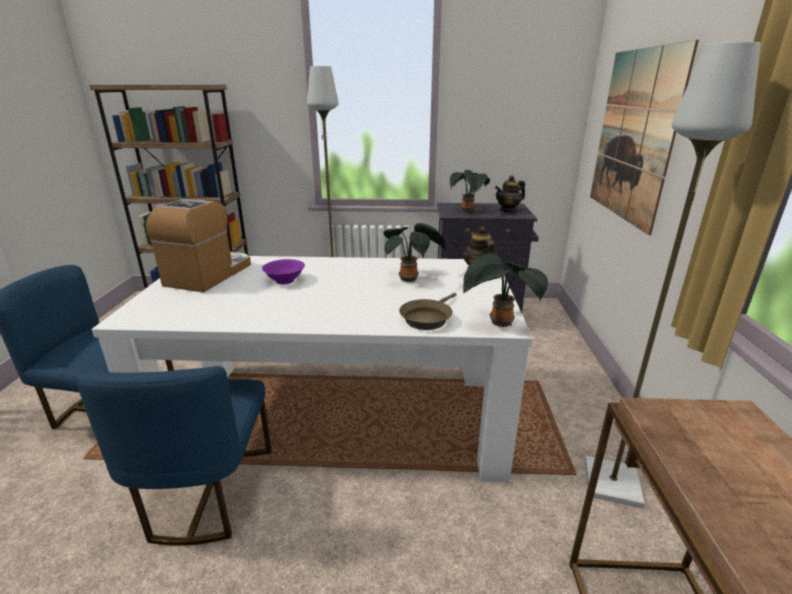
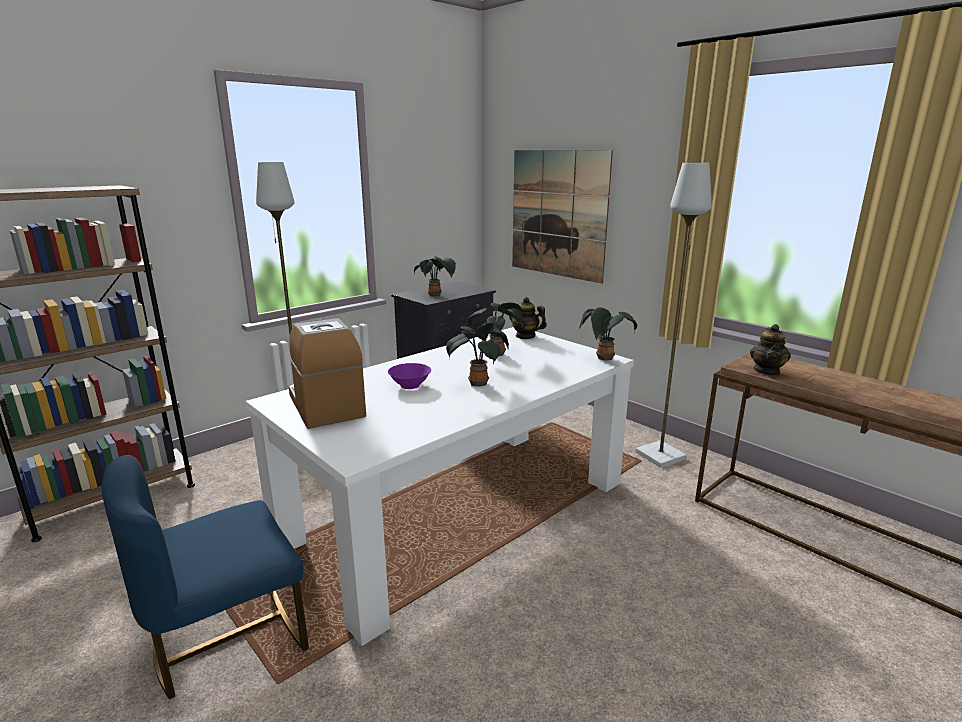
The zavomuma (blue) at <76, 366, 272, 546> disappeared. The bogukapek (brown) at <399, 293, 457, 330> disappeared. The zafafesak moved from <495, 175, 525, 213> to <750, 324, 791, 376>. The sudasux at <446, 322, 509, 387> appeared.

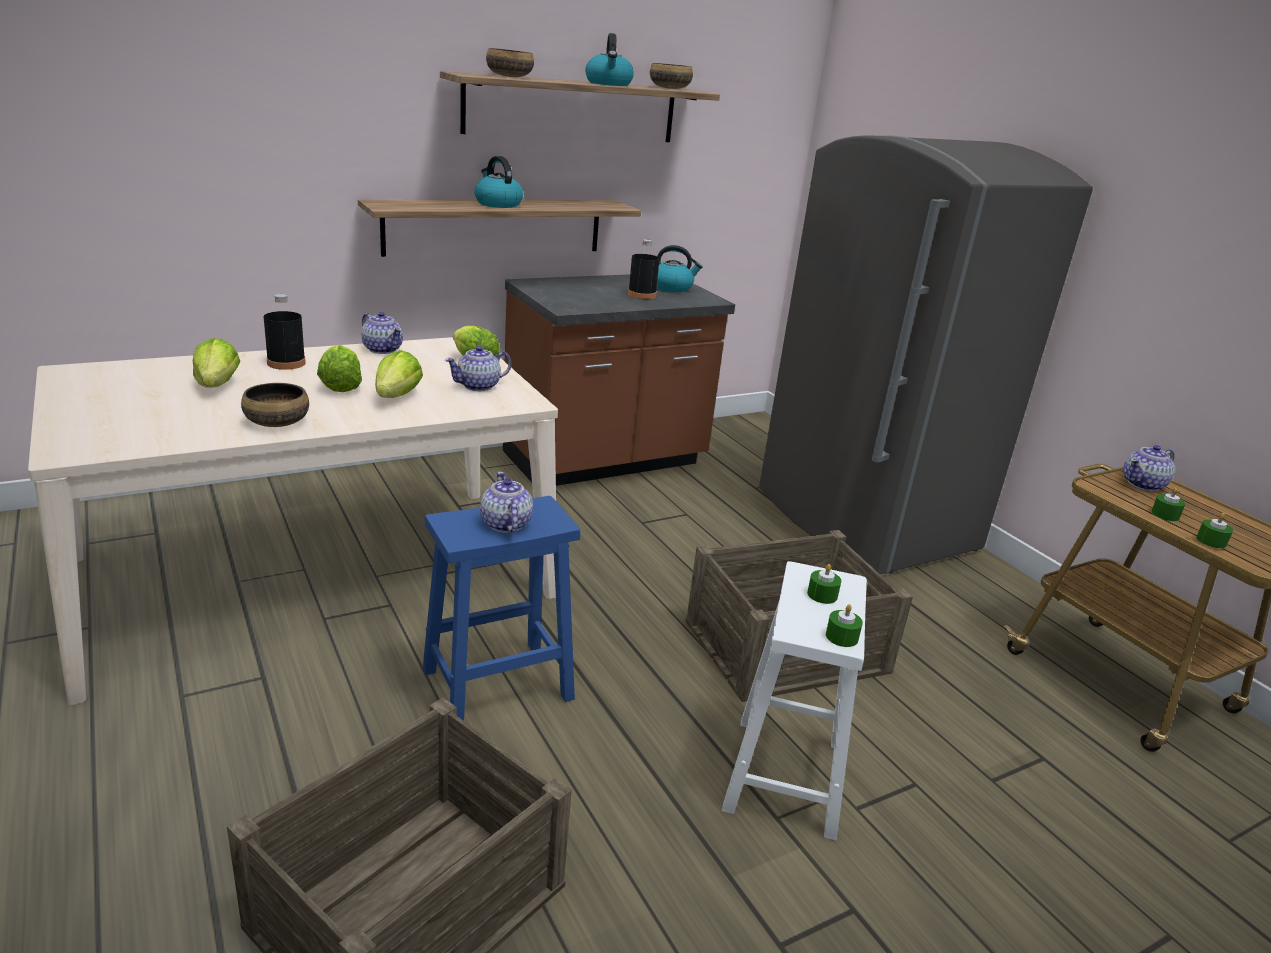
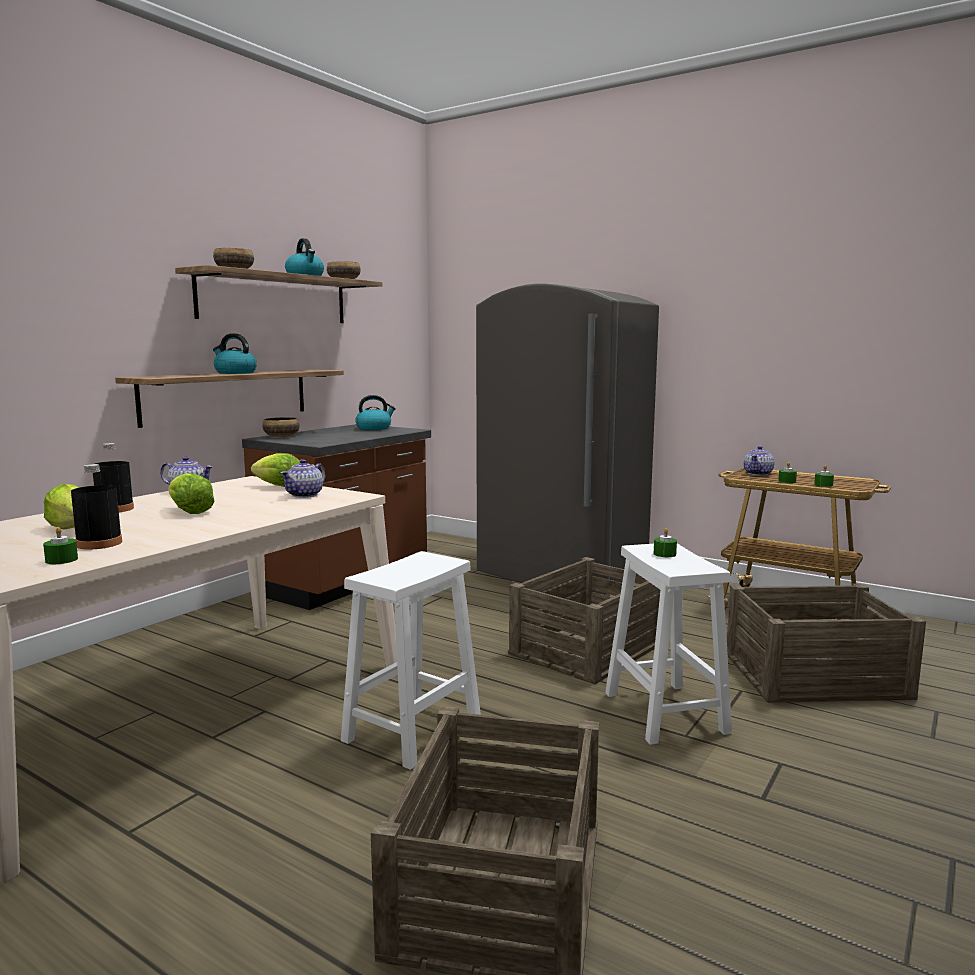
The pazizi moved from <241, 383, 309, 427> to <262, 417, 300, 437>. The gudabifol at <375, 350, 423, 398> disappeared. The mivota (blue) at <423, 496, 580, 721> became the mivota (white) at <341, 551, 481, 770>. The zafafesak at <480, 472, 533, 533> disappeared. The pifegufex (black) moved from <628, 239, 660, 299> to <71, 464, 122, 549>. The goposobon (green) moved from <826, 604, 863, 647> to <43, 527, 78, 564>. The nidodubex at <727, 584, 926, 703> appeared.

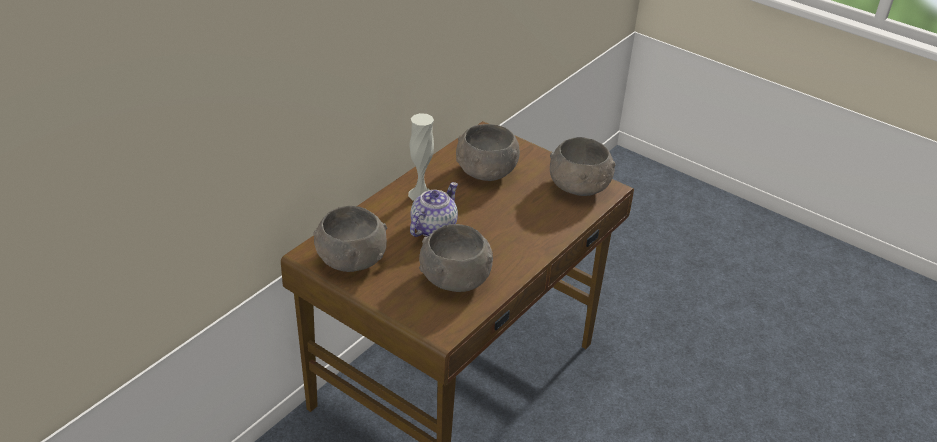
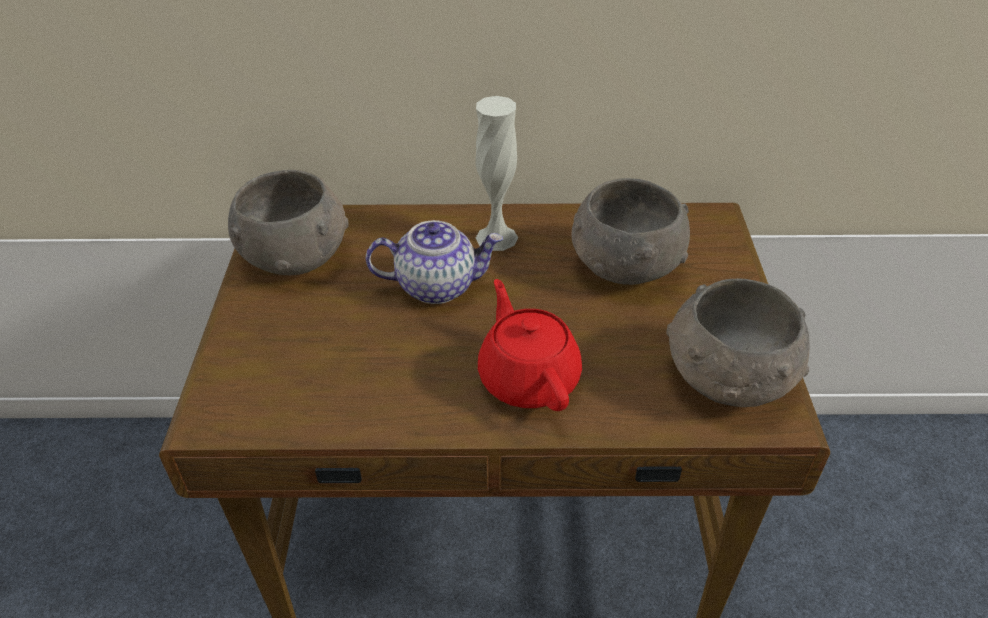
The pazizi (grey) at <419, 224, 493, 292> disappeared. The zafafesak (red) at <478, 279, 582, 411> appeared.

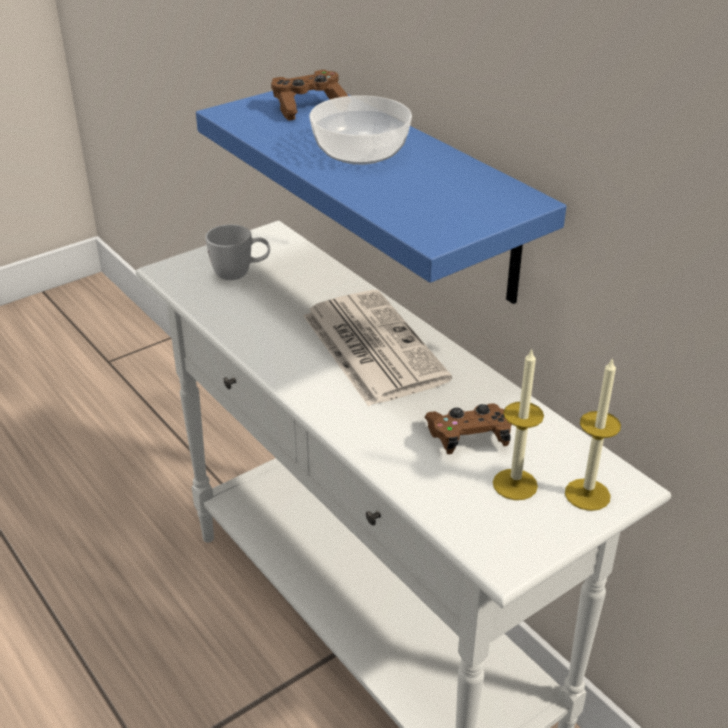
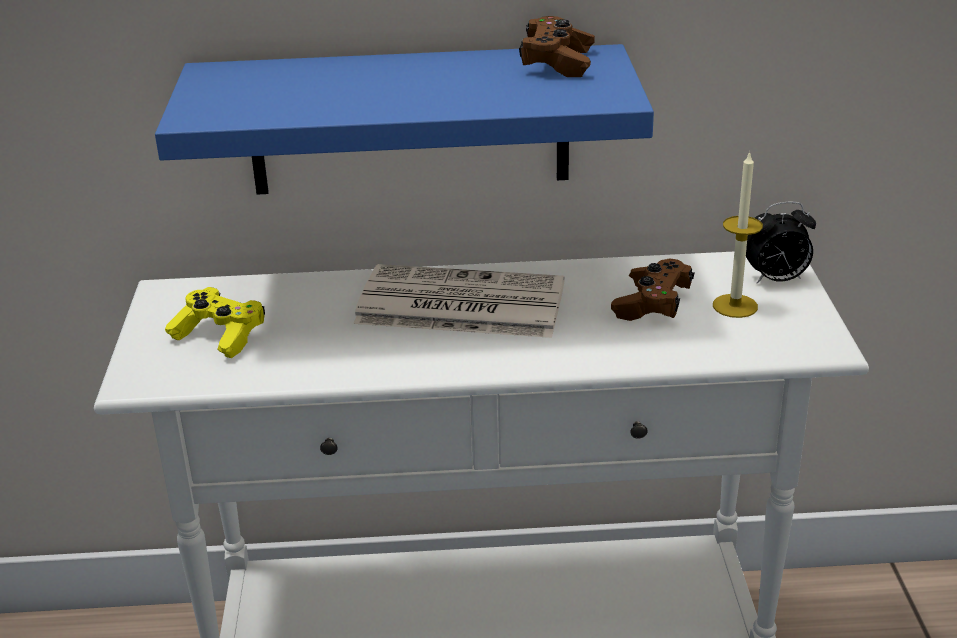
The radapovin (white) at <205, 224, 270, 280> was replaced by the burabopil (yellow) at <165, 287, 265, 358>. The burabopil (brown) moved from <271, 70, 348, 121> to <519, 16, 595, 77>. The pazizi at <309, 95, 412, 165> disappeared. The goposobon at <565, 357, 621, 511> was replaced by the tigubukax at <746, 201, 816, 284>.

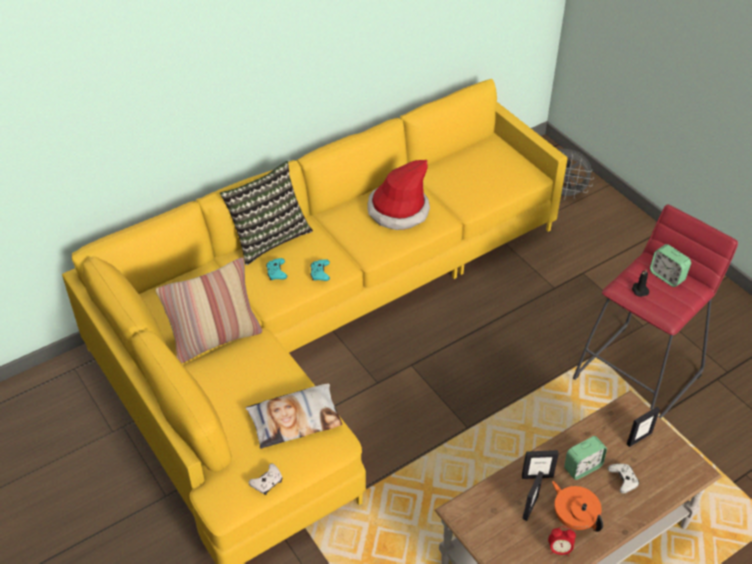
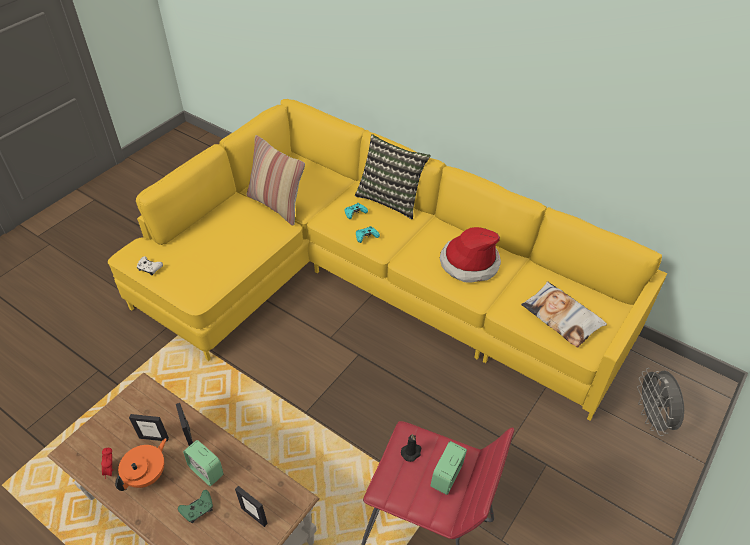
The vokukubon moved from <245, 384, 342, 449> to <521, 281, 607, 348>. The burabopil (white) at <608, 464, 639, 494> became the burabopil (green) at <178, 490, 213, 523>.

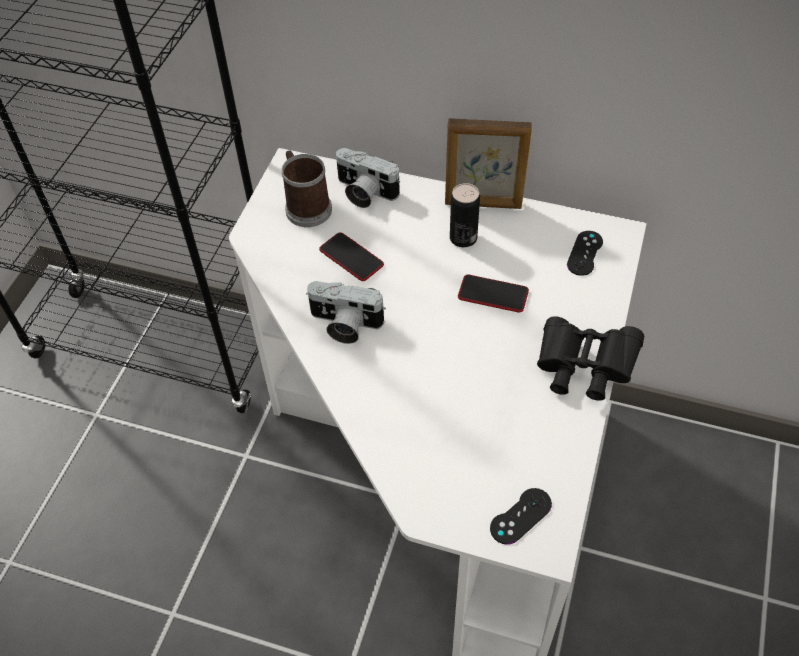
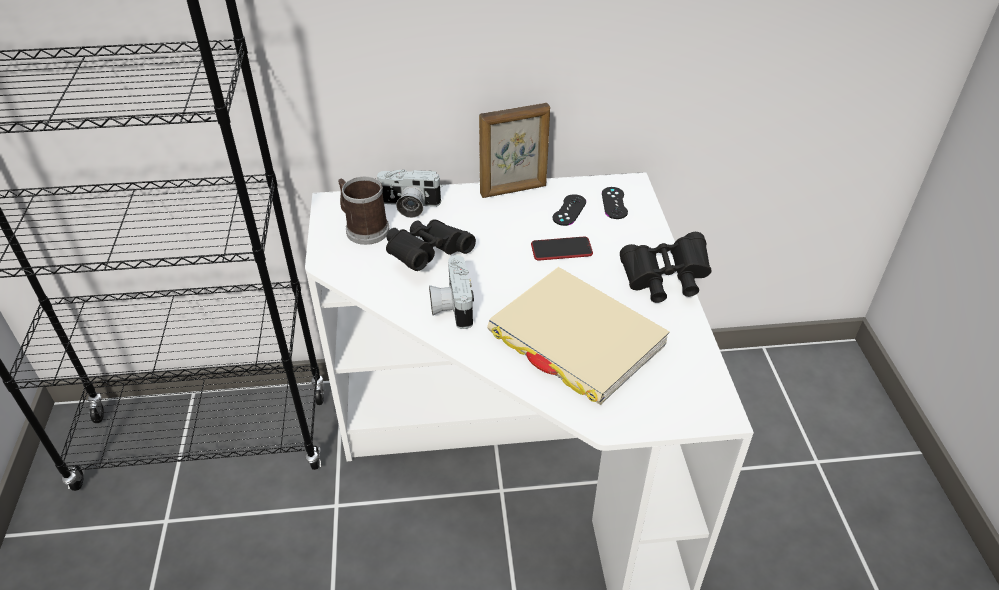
The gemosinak at <306, 281, 386, 344> turned 90 degrees clockwise. The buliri at <319, 232, 384, 281> was replaced by the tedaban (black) at <386, 219, 476, 271>. The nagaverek at <450, 183, 480, 247> disappeared. The burabopil (black) moved from <490, 488, 552, 545> to <553, 194, 586, 226>. The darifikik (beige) at <487, 267, 670, 405> appeared.

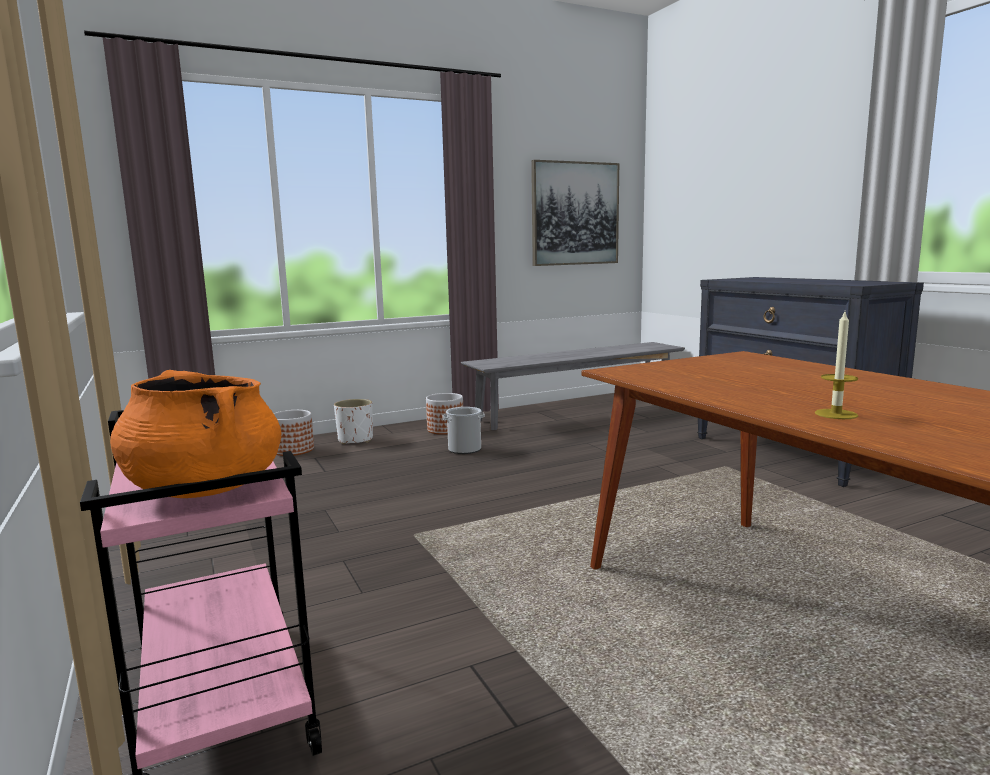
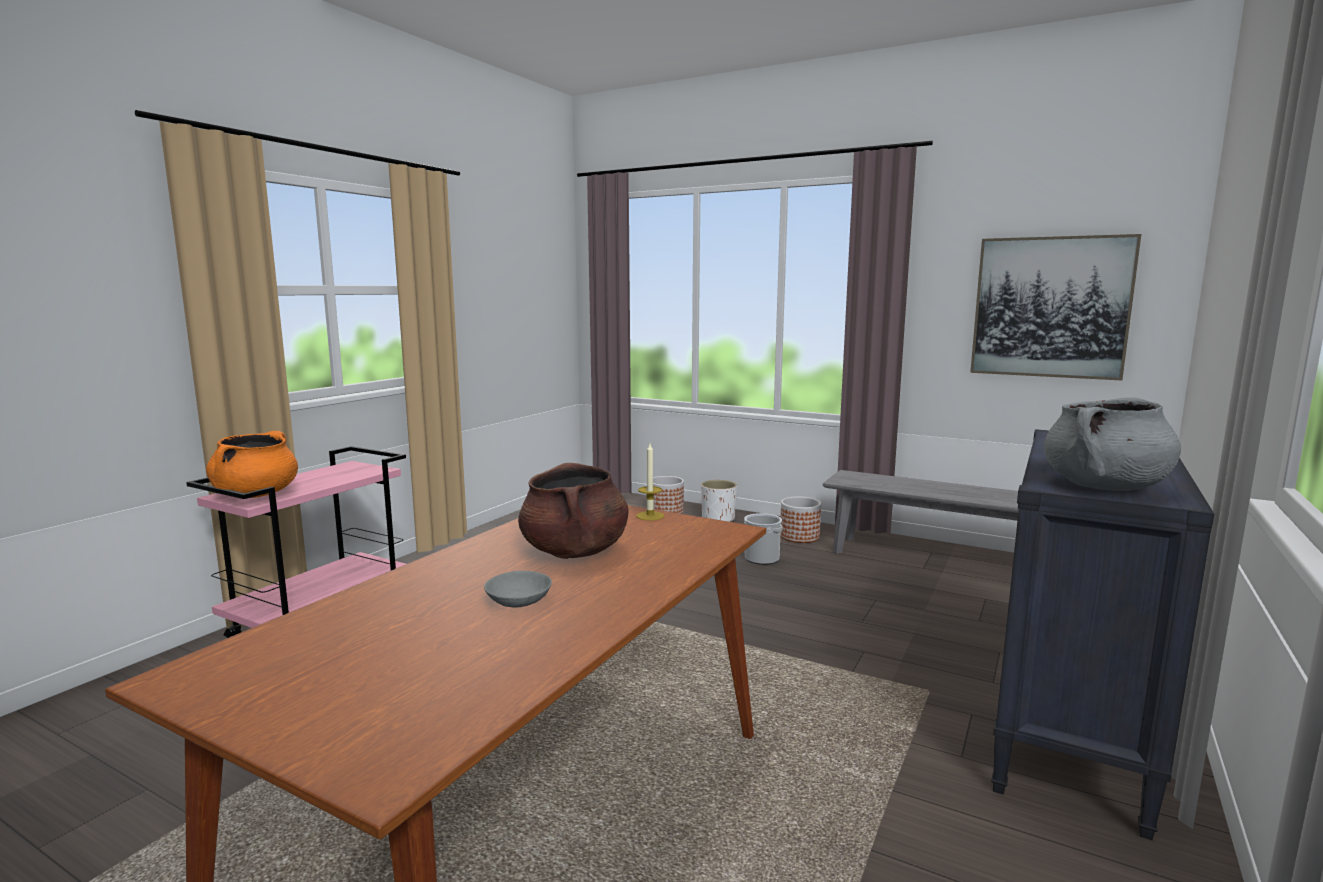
The goposobon moved from <815, 312, 858, 419> to <636, 444, 664, 521>. The pazizi (grey) at <484, 571, 552, 607> appeared. The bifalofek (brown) at <518, 463, 628, 559> appeared. The bifalofek (grey) at <1044, 397, 1181, 491> appeared.

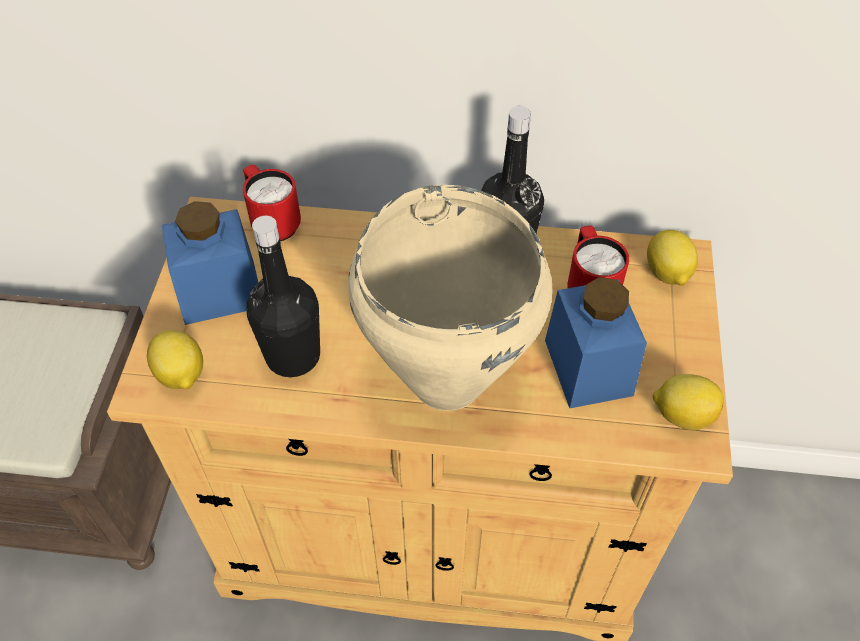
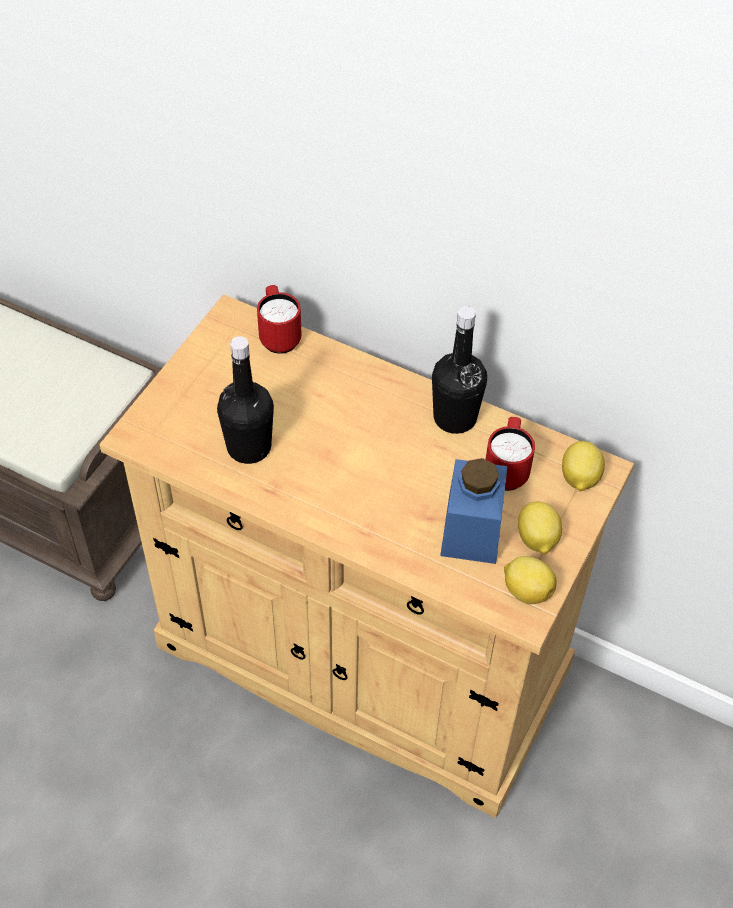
The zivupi moved from <147, 330, 203, 389> to <518, 502, 562, 554>. The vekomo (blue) at <162, 201, 258, 325> disappeared. The bifalofek (beige) at <348, 185, 552, 411> disappeared.

